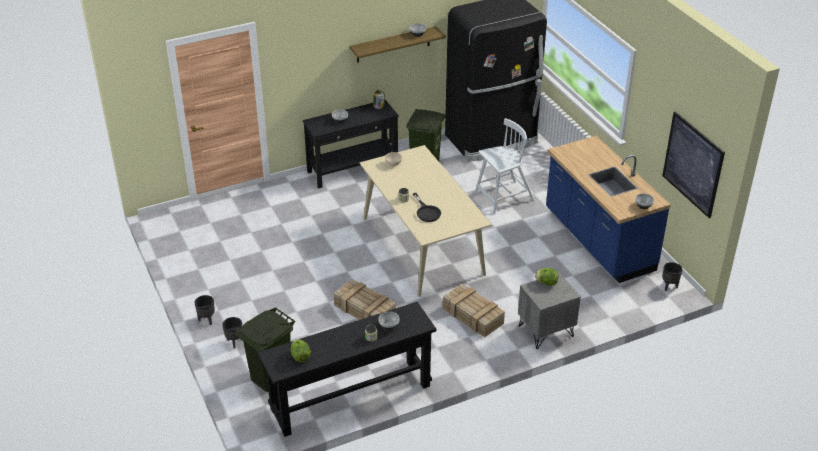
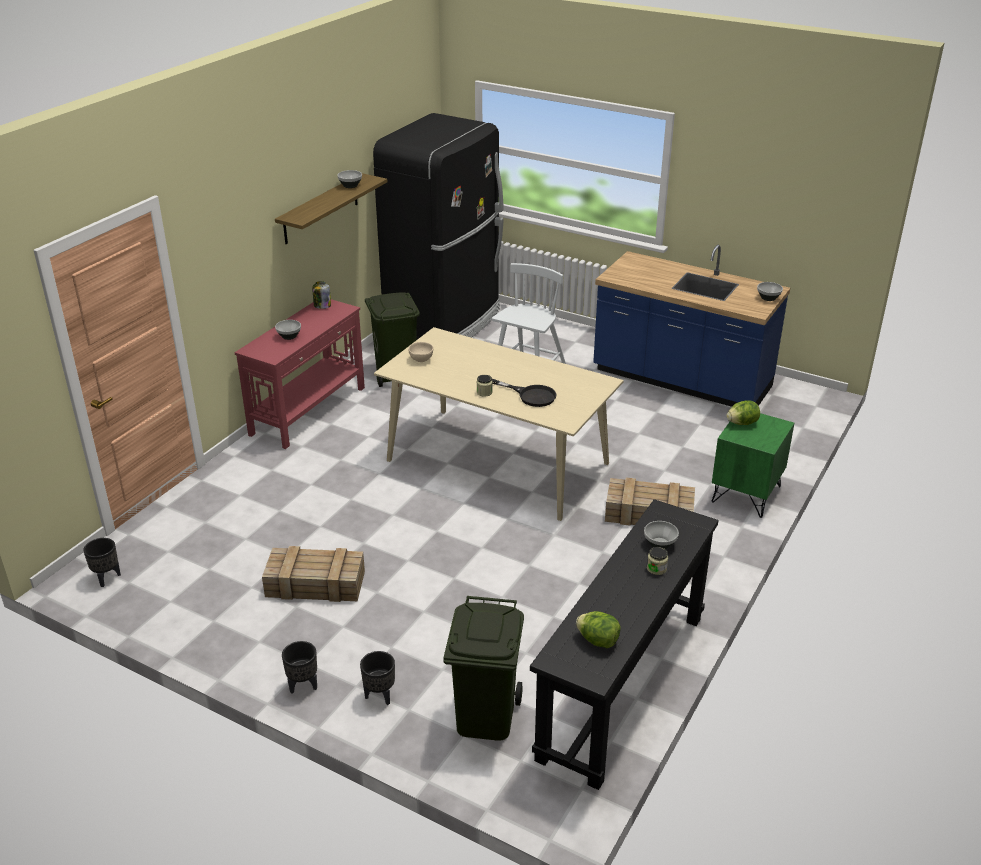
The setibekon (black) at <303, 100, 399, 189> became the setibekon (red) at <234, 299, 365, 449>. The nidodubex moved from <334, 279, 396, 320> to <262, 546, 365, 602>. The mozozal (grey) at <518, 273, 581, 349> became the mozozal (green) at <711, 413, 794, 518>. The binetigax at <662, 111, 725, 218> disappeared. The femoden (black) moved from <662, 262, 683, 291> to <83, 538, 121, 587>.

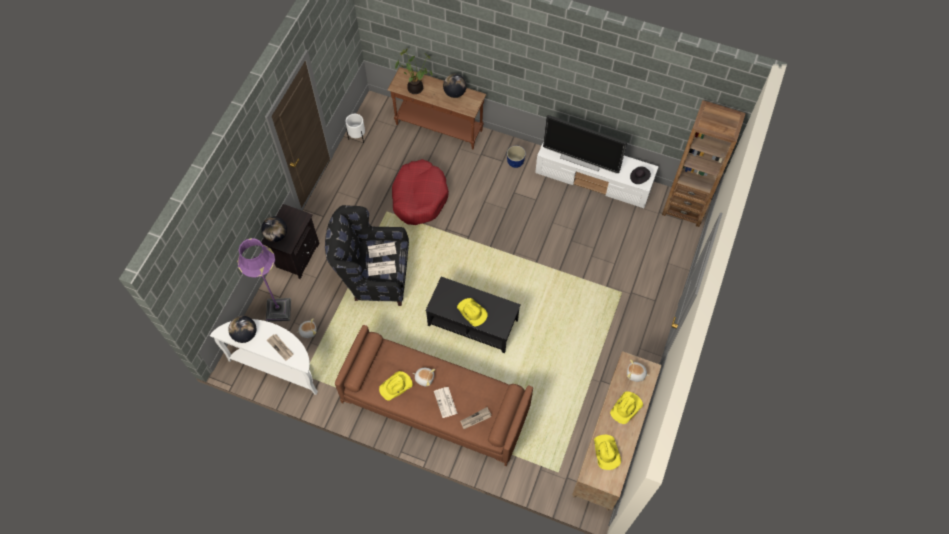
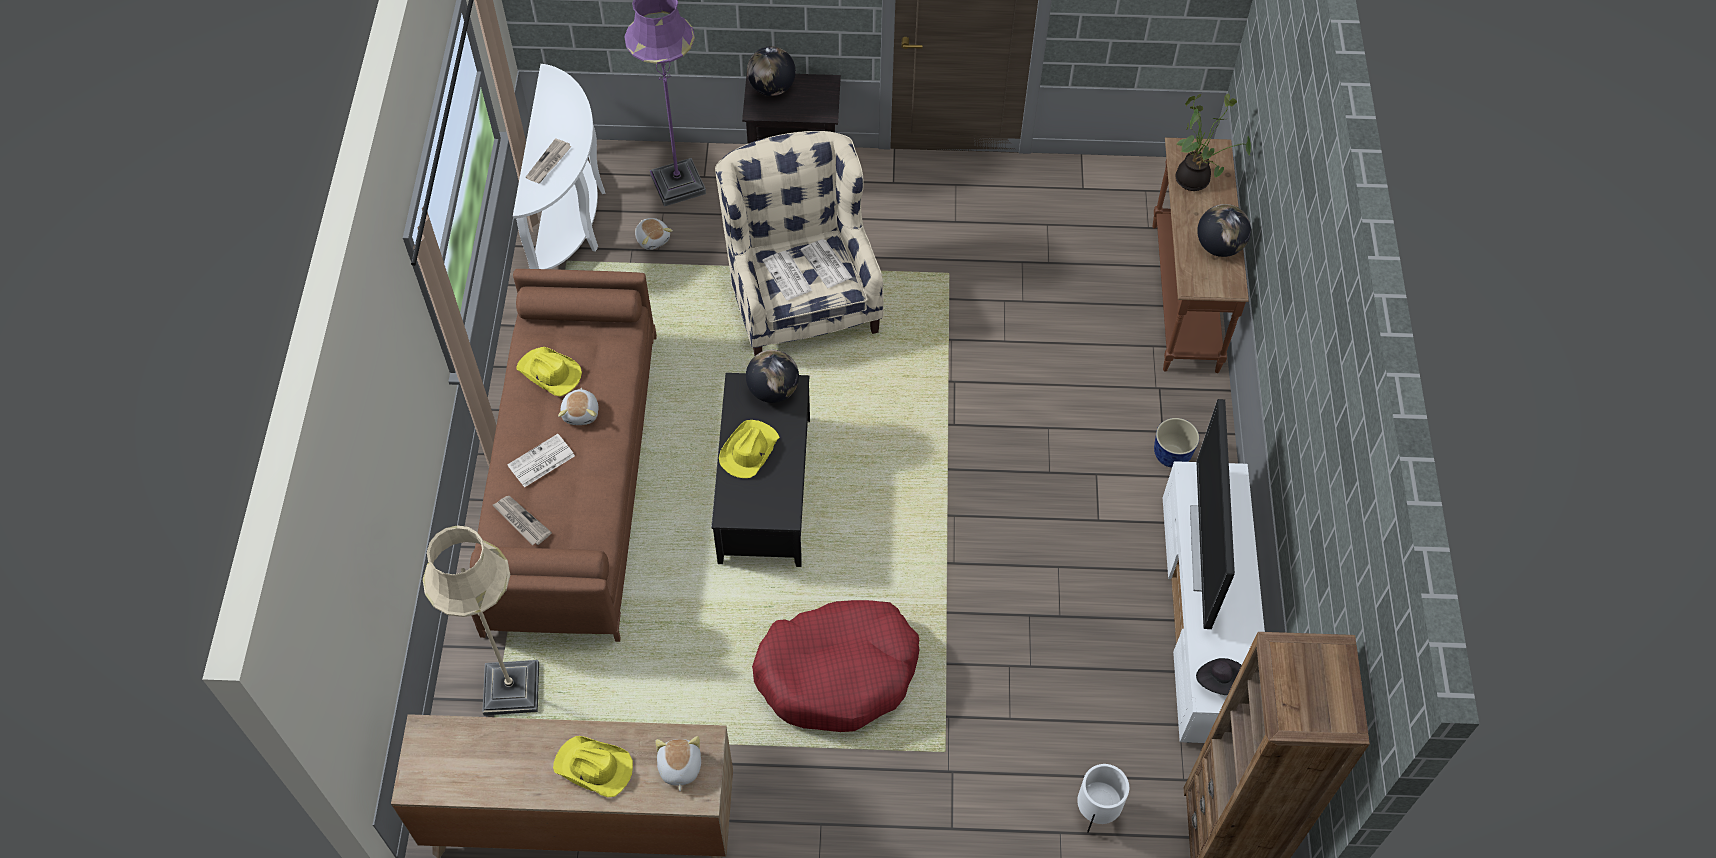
The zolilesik moved from <228, 316, 256, 343> to <746, 350, 799, 403>. The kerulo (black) at <325, 205, 409, 306> became the kerulo (beige) at <715, 131, 884, 356>. The femoden (white) moved from <345, 114, 365, 143> to <1077, 764, 1129, 833>. The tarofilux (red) moved from <392, 159, 449, 225> to <752, 600, 920, 732>. The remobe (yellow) at <594, 435, 621, 470> disappeared. The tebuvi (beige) at <423, 525, 539, 716> appeared.

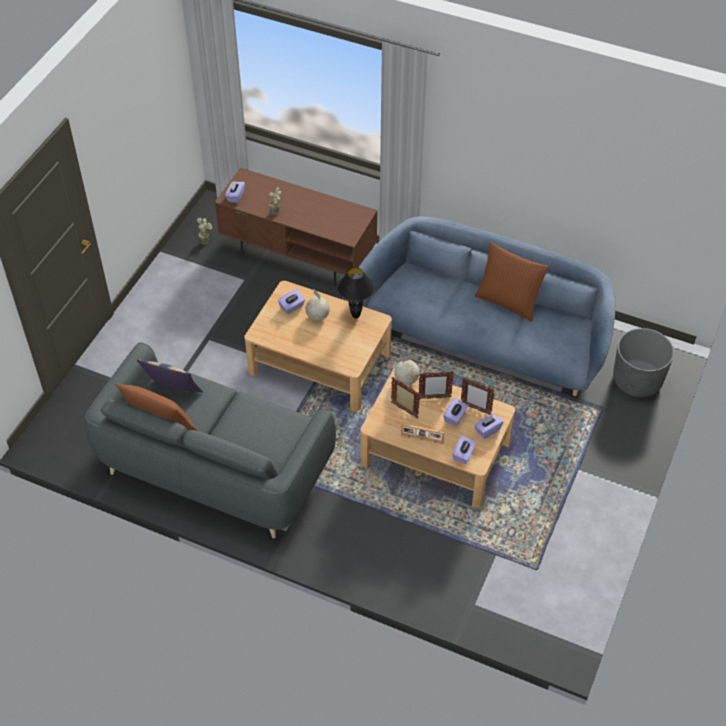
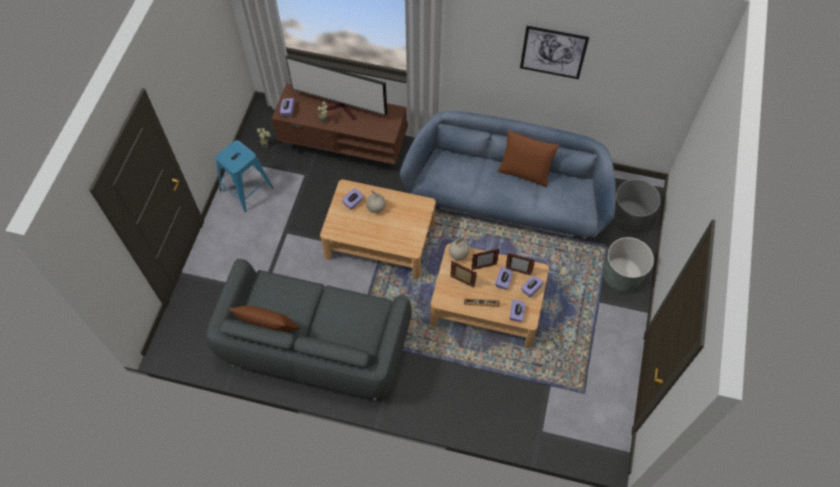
The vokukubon at <137, 359, 203, 393> disappeared. The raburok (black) at <337, 268, 374, 319> disappeared. The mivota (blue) at <215, 140, 274, 212> appeared. The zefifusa at <285, 55, 387, 120> appeared. The binetigax at <520, 26, 589, 79> appeared. The femoden (grey) at <603, 237, 654, 292> appeared.

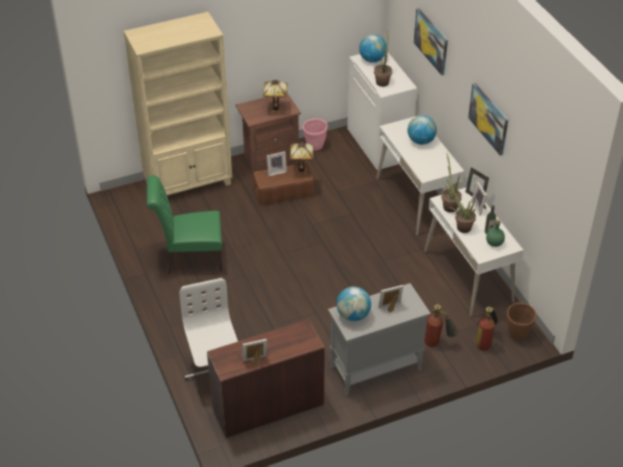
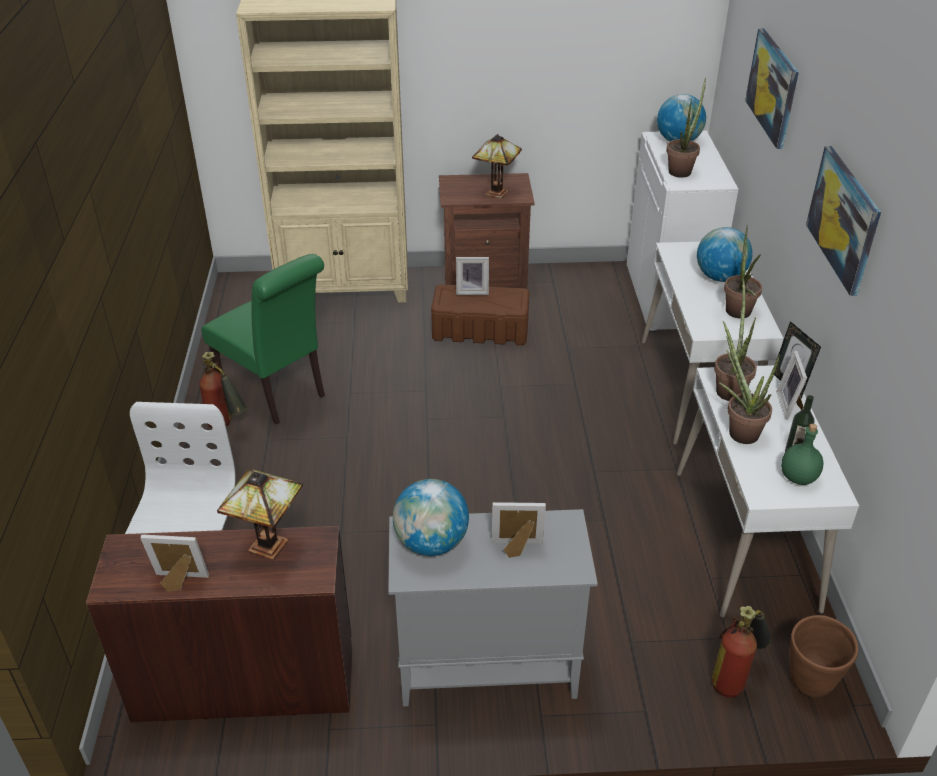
The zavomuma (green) at <147, 175, 223, 274> turned 150 degrees counterclockwise. The raburok moved from <290, 142, 314, 175> to <217, 469, 303, 560>. The femoden (pink) at <303, 119, 328, 151> disappeared. The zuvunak moved from <424, 304, 458, 347> to <199, 352, 247, 429>. The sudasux at <724, 225, 762, 319> appeared.

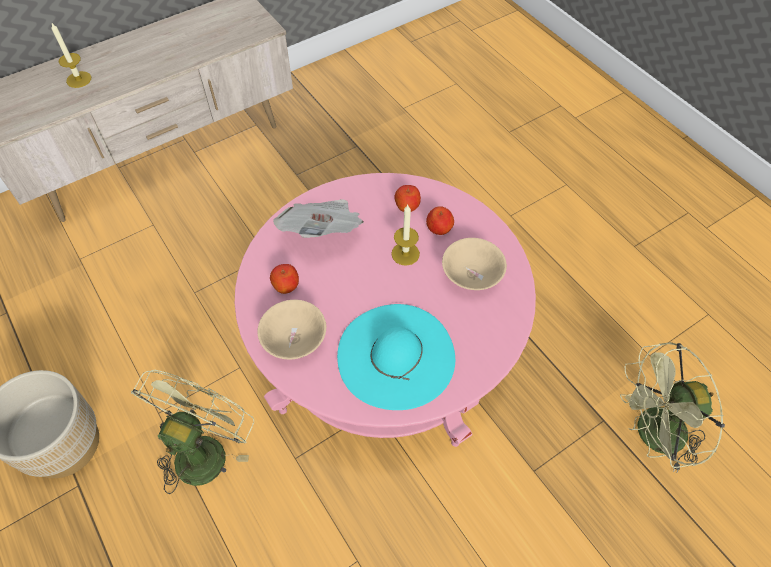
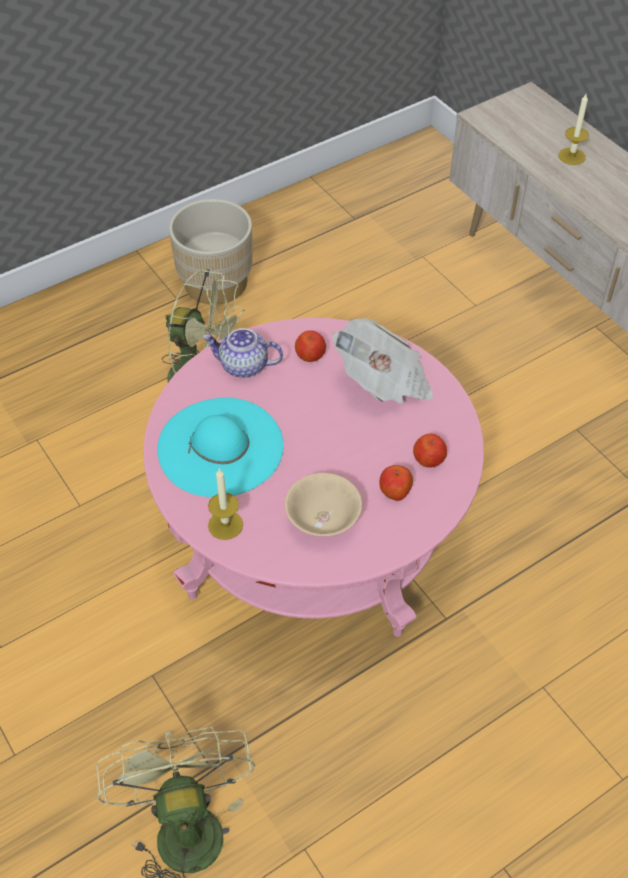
The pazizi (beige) at <258, 300, 326, 359> was replaced by the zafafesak at <203, 328, 283, 378>. The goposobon moved from <391, 205, 420, 266> to <208, 468, 243, 540>.

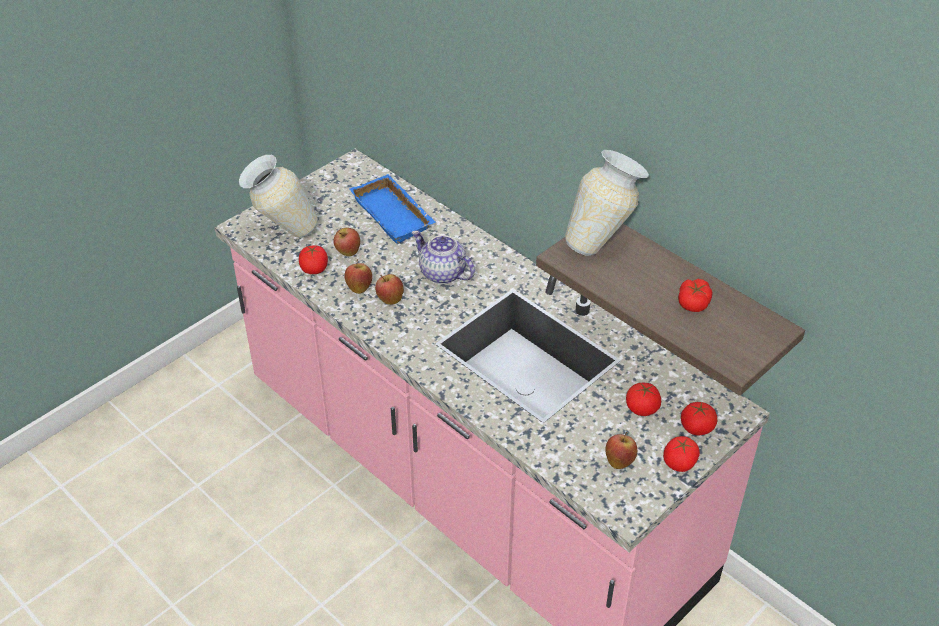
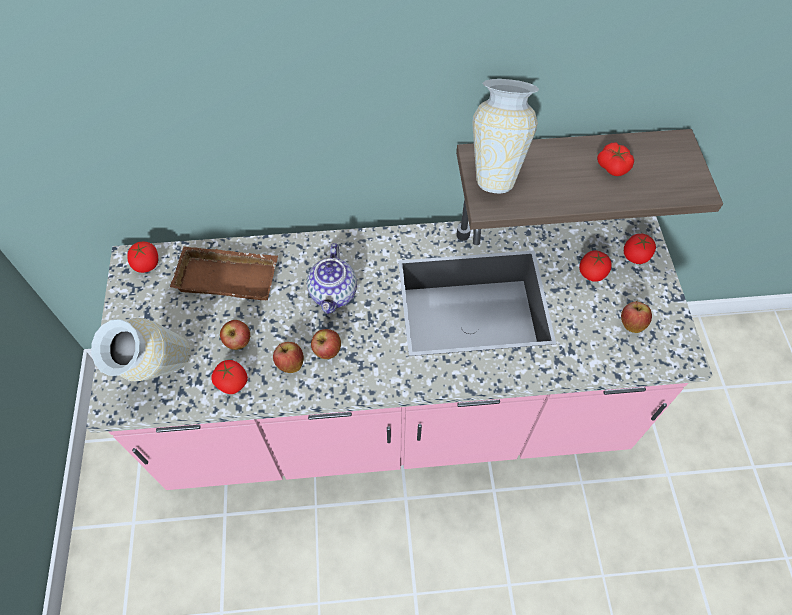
The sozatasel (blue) at <350, 174, 436, 244> became the sozatasel (brown) at <170, 246, 278, 300>. The zafafesak at <412, 230, 475, 284> turned 75 degrees counterclockwise. The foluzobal moved from <663, 436, 700, 472> to <127, 242, 158, 273>.

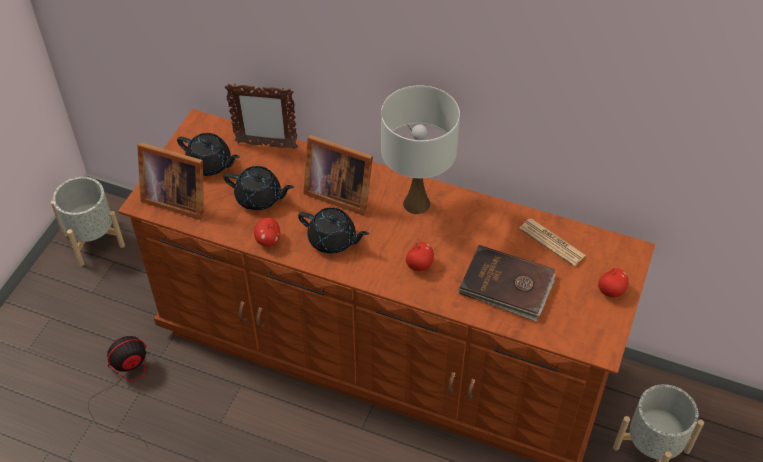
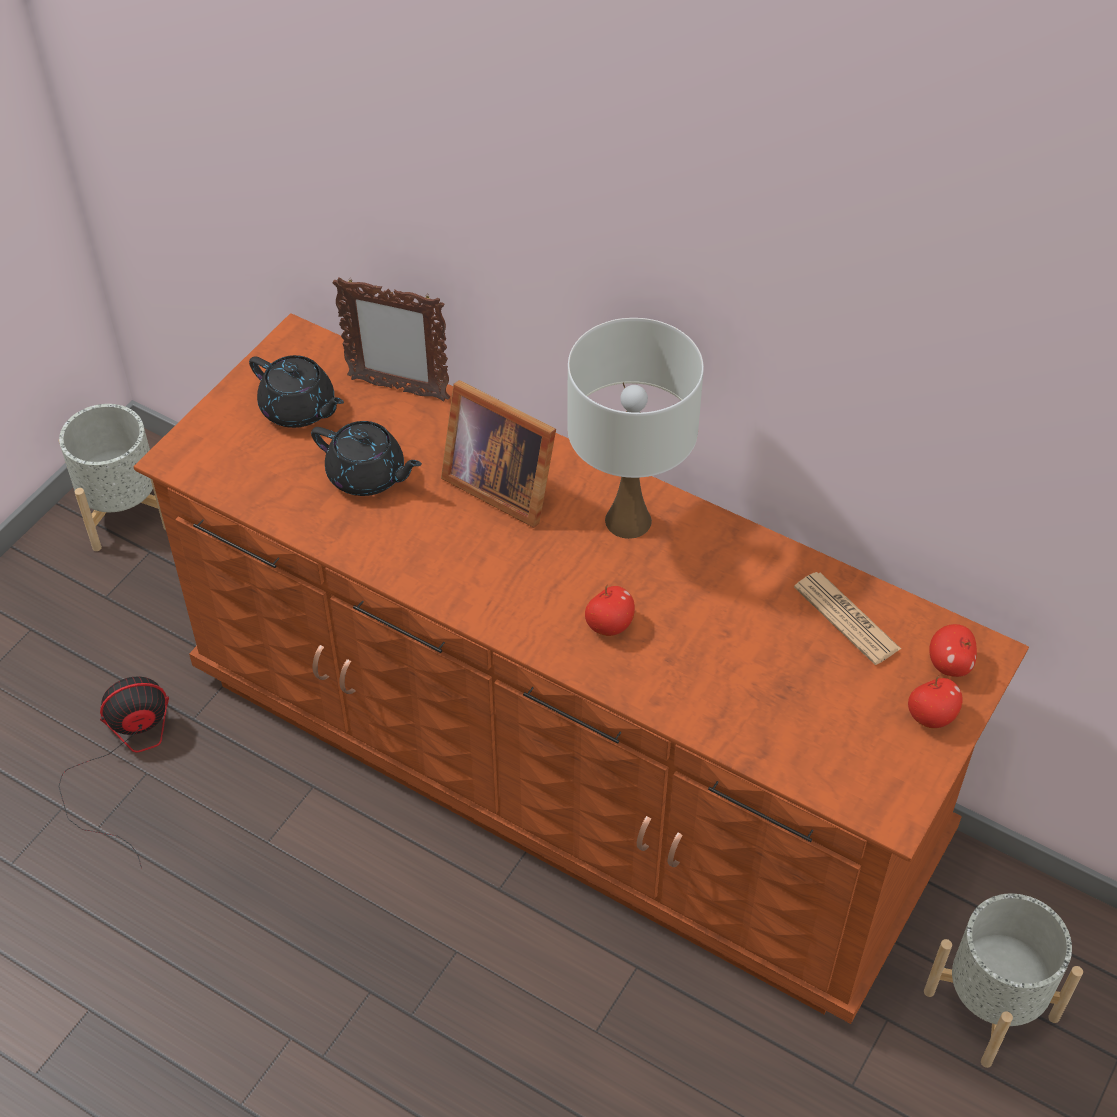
The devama at <137, 142, 204, 220> disappeared. The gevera moved from <254, 217, 280, 247> to <929, 624, 977, 677>. The zafafesak (black) at <298, 207, 369, 254> disappeared. The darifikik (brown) at <458, 245, 555, 322> disappeared.

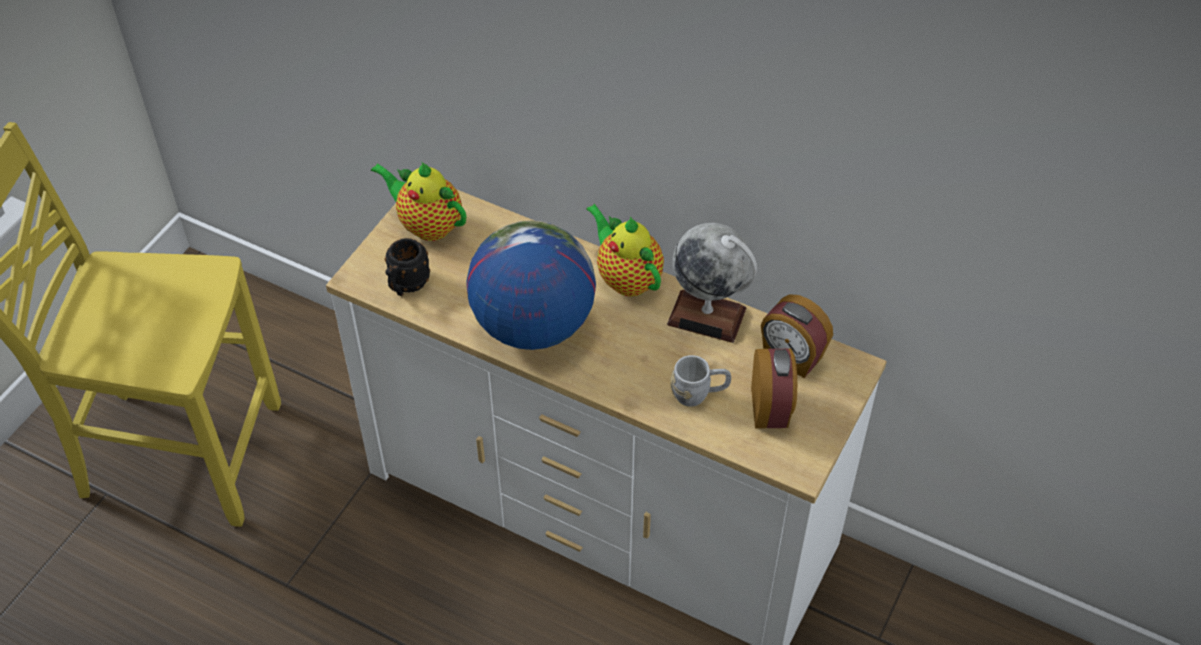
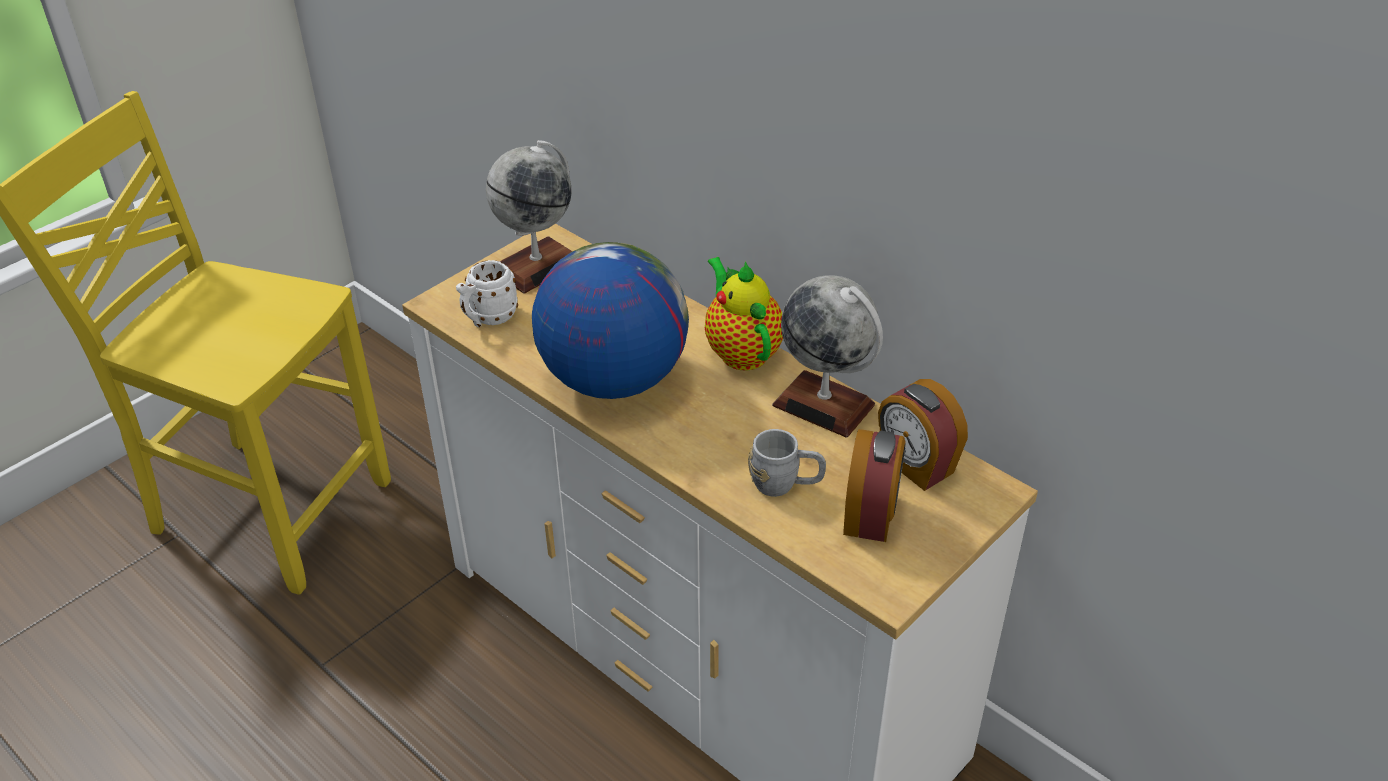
The zafafesak at <371, 161, 466, 241> was replaced by the zolilesik at <486, 140, 573, 293>. The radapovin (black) at <384, 238, 430, 296> became the radapovin (white) at <456, 260, 518, 327>.

